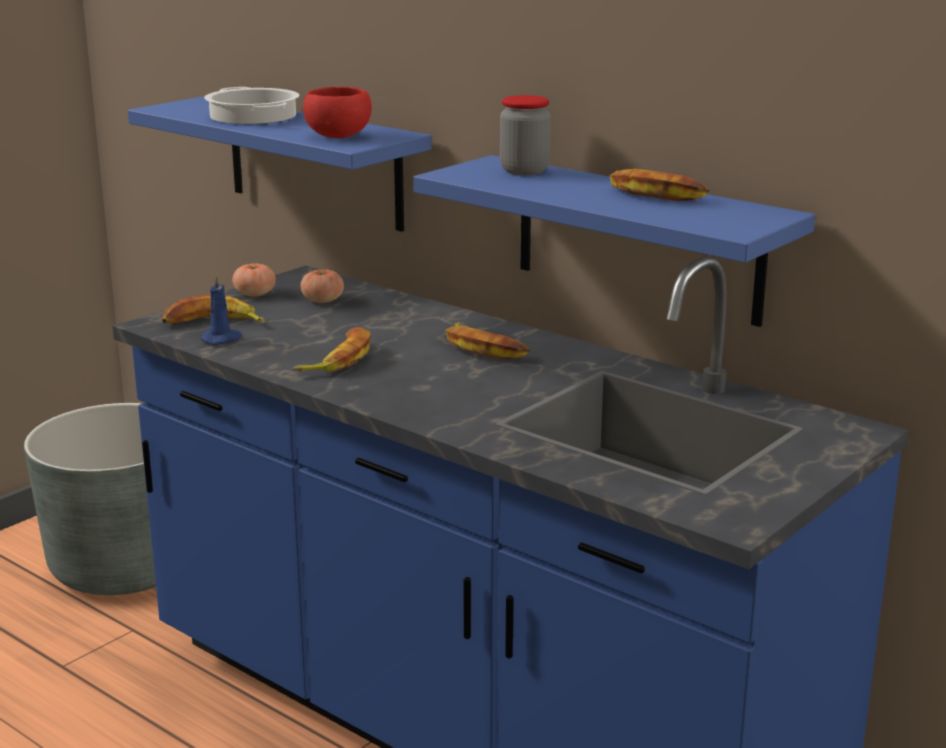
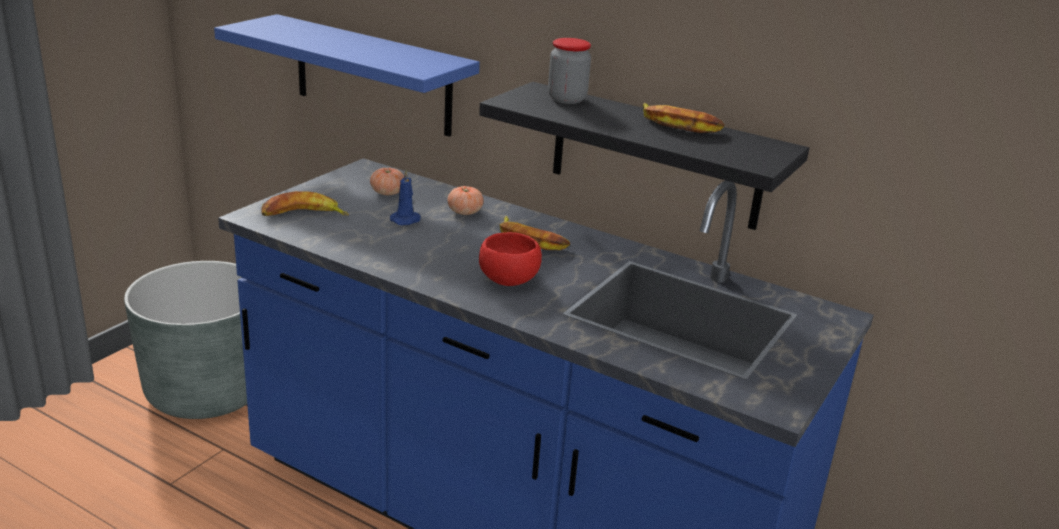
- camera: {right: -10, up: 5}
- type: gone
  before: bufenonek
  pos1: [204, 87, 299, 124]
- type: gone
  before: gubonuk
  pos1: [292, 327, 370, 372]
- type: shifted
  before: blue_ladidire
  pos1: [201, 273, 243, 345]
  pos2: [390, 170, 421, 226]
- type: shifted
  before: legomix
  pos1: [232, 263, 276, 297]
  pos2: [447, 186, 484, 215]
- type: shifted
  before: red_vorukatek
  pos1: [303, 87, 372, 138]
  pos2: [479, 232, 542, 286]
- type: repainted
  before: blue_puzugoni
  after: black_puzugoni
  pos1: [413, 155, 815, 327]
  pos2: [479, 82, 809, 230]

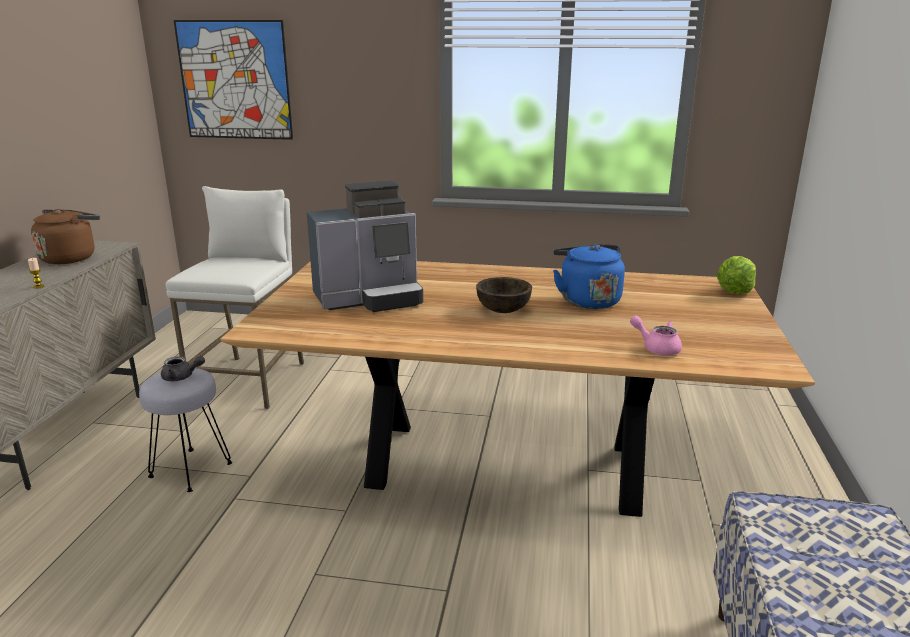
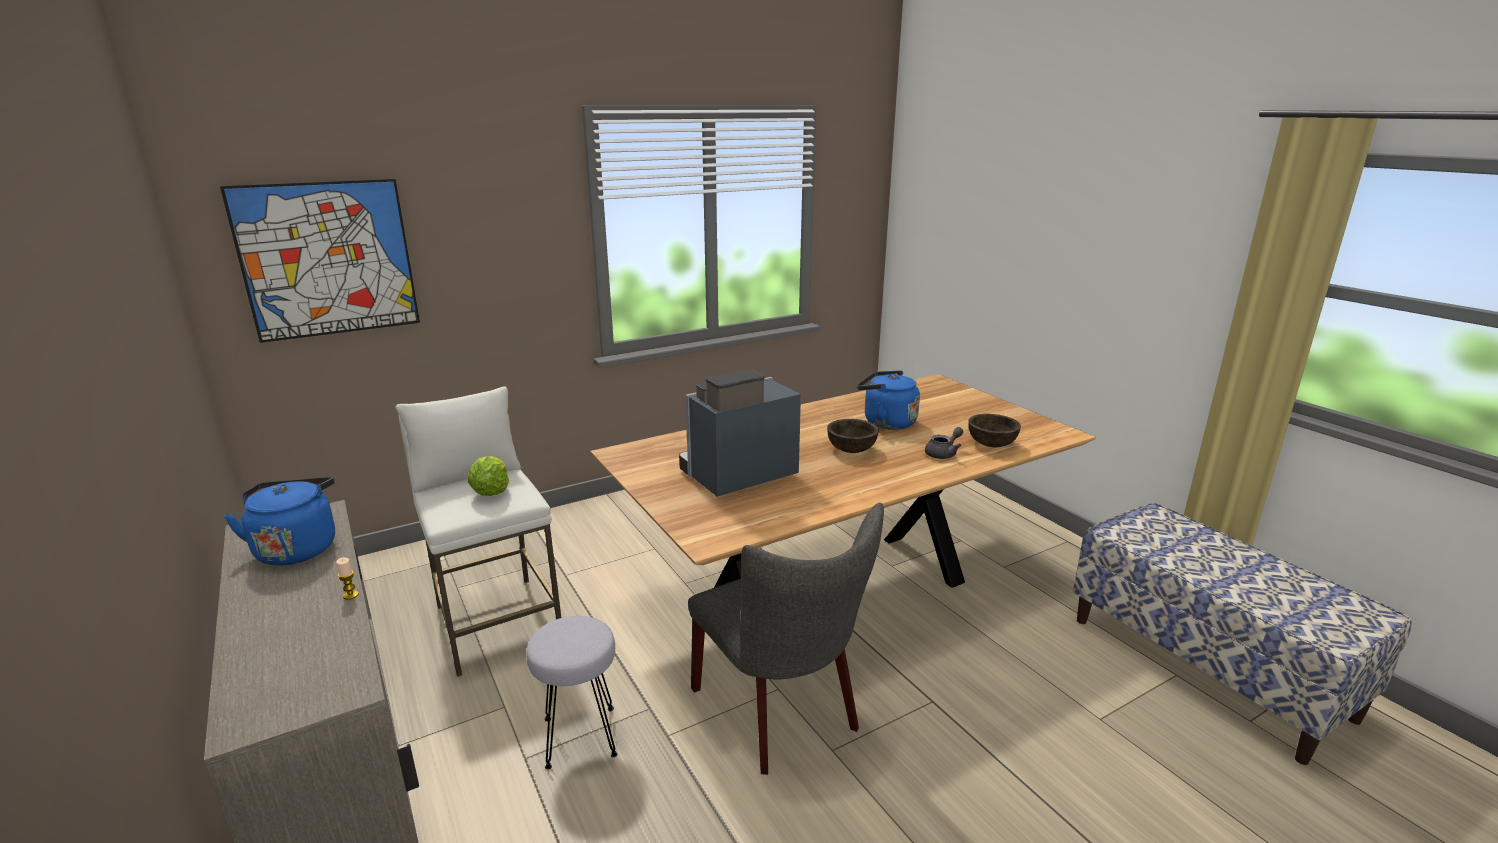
- camera: {right: -40, up: 0}
- type: new
  after: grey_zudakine
  pos2: [688, 503, 884, 775]
- type: shifted
  before: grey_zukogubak
  pos1: [161, 356, 205, 381]
  pos2: [925, 427, 963, 459]
- type: shifted
  before: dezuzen
  pos1: [717, 256, 756, 294]
  pos2: [468, 456, 509, 496]
- type: swapped
  before: pink_zukogubak
  after: brown_vorukatek
  pos1: [630, 316, 682, 355]
  pos2: [968, 414, 1021, 447]
- type: repainted
  before: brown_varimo
  after: blue_varimo
  pos1: [31, 209, 100, 264]
  pos2: [224, 477, 335, 565]
- type: rotated
  before: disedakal
  pos1: [307, 180, 423, 312]
  pos2: [679, 369, 801, 497]
  turn: -150

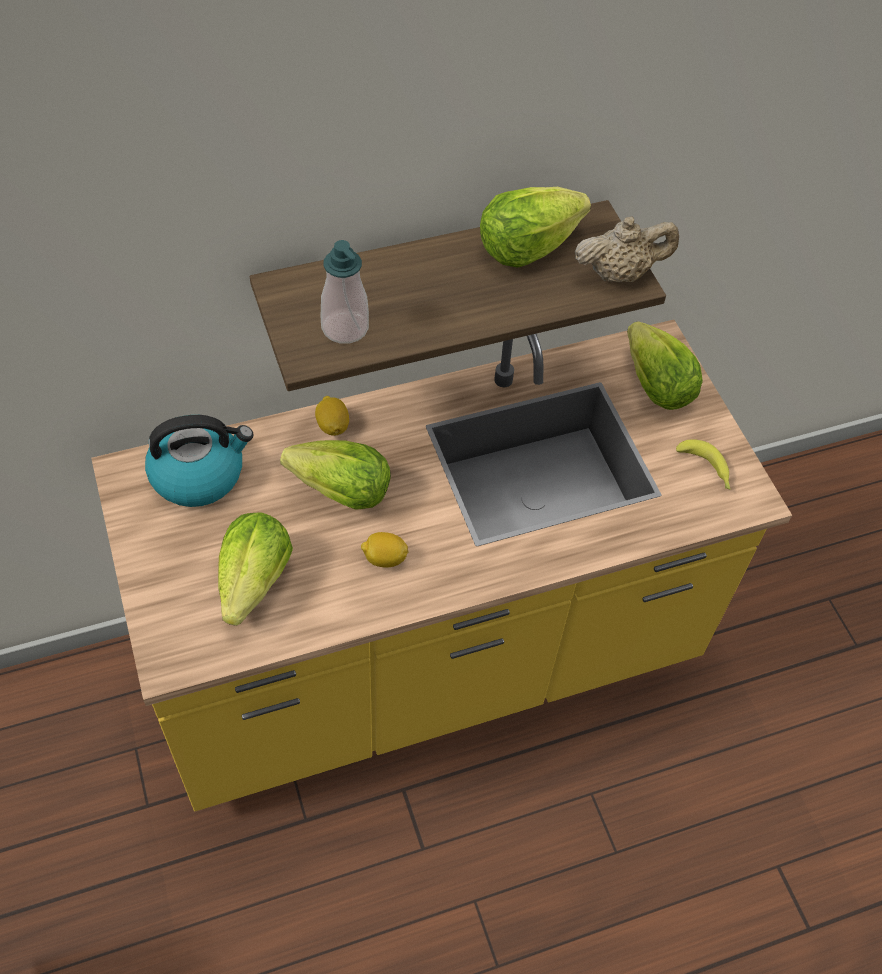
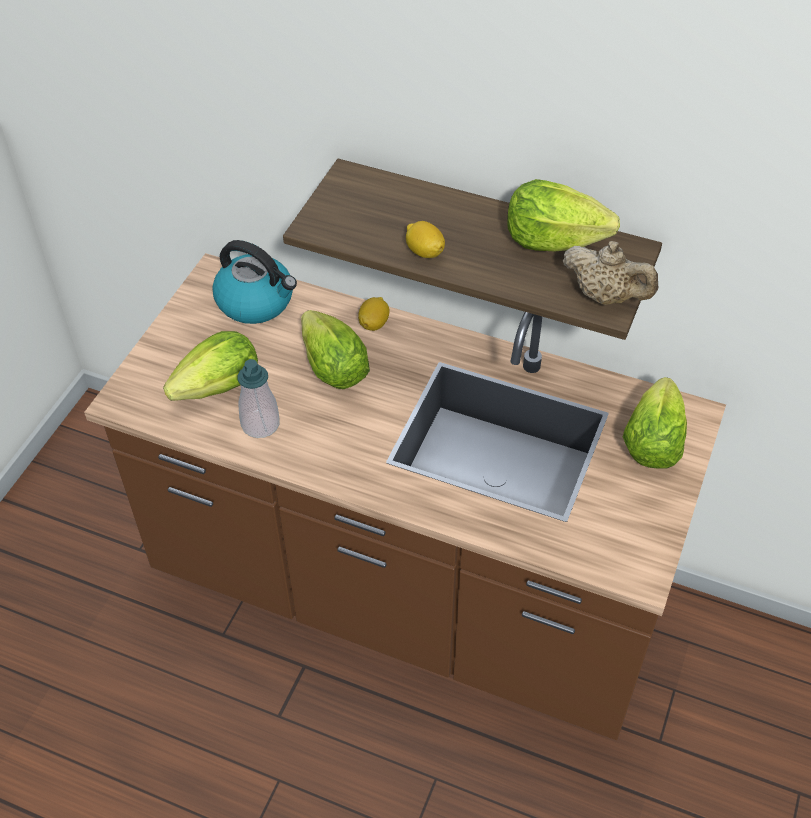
- camera: {right: 45, up: -5}
- type: gone
  before: gubonuk
  pos1: [676, 439, 731, 490]
- type: shifted
  before: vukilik
  pos1: [321, 240, 369, 344]
  pos2: [238, 359, 280, 438]
- type: shifted
  before: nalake
  pos1: [361, 532, 408, 568]
  pos2: [406, 221, 445, 258]
- type: repainted
  before: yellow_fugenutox
  after: brown_fugenutox
  pos1: [91, 320, 792, 811]
  pos2: [84, 253, 726, 740]

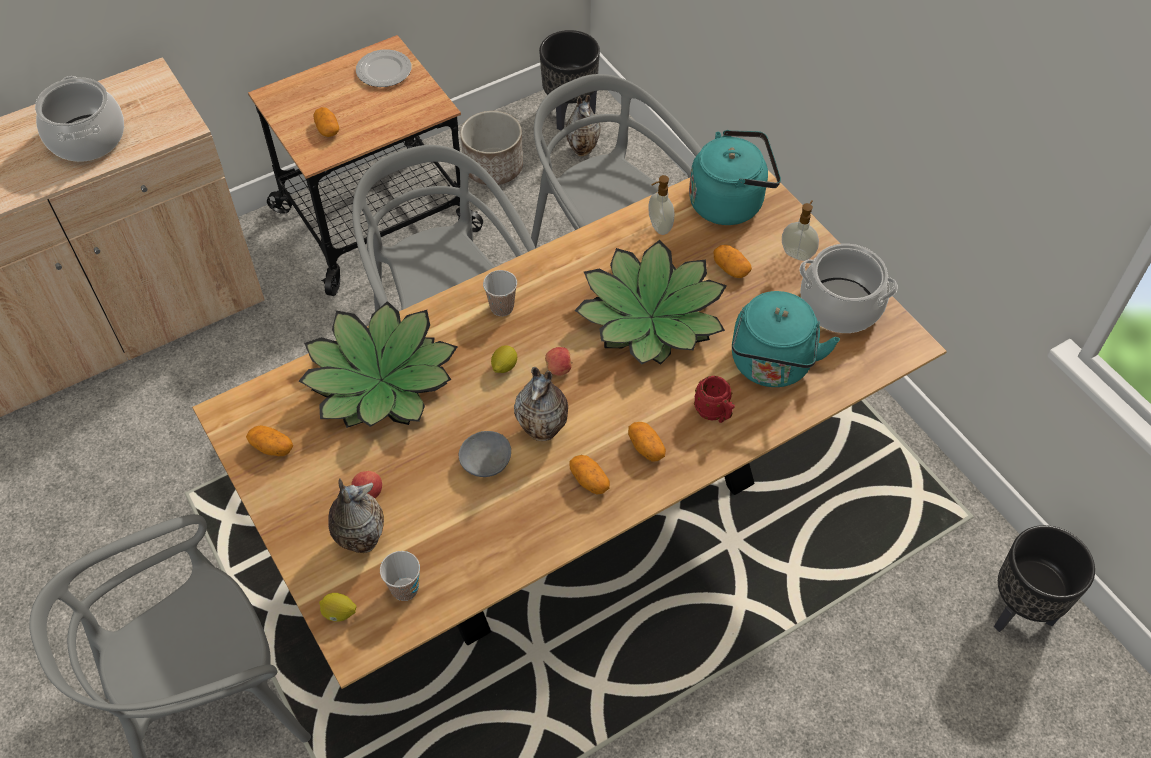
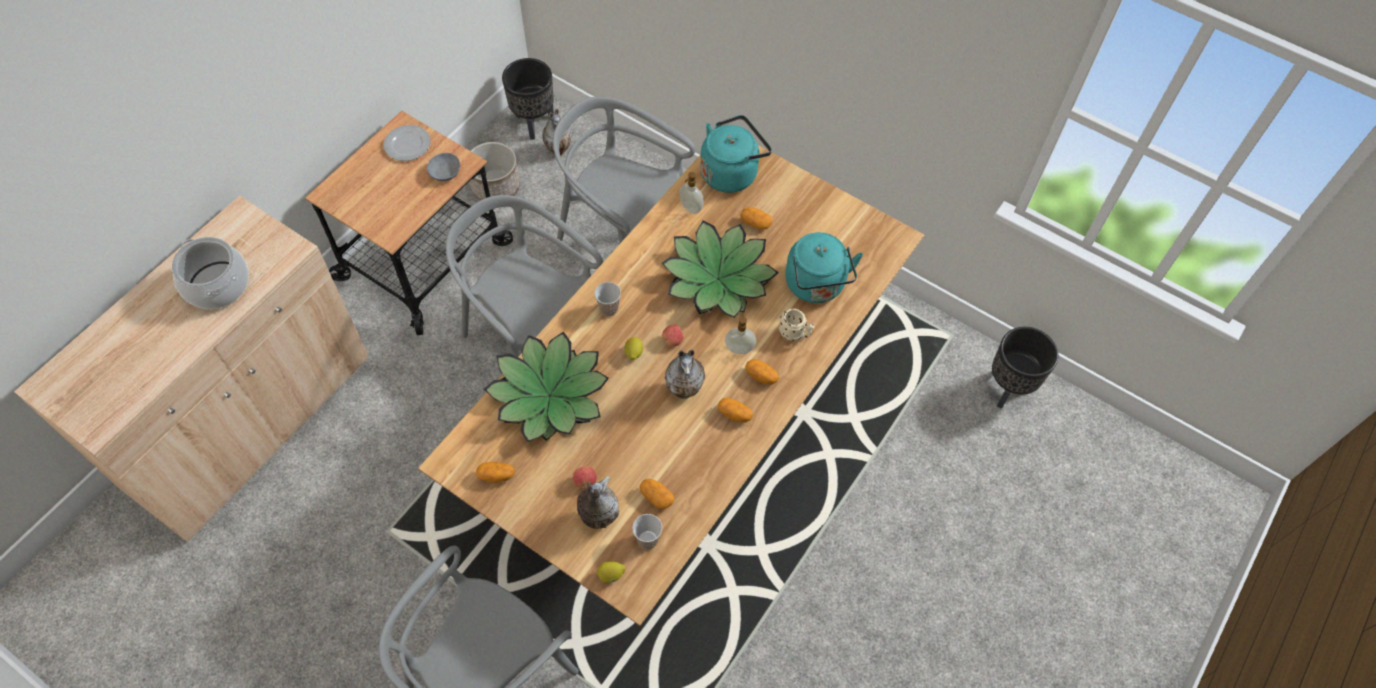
- camera: {right: -25, up: 5}
- type: gone
  before: bufenonek
  pos1: [799, 244, 898, 333]
- type: shifted
  before: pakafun
  pos1: [313, 107, 339, 137]
  pos2: [640, 479, 674, 509]
- type: shifted
  before: grey_vorukatek
  pos1: [459, 431, 511, 477]
  pos2: [427, 153, 460, 181]
- type: shifted
  before: vukilik
  pos1: [782, 201, 819, 261]
  pos2: [725, 312, 756, 354]
- type: repainted
  before: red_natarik
  after: beige_natarik
  pos1: [694, 376, 735, 423]
  pos2: [779, 309, 814, 341]

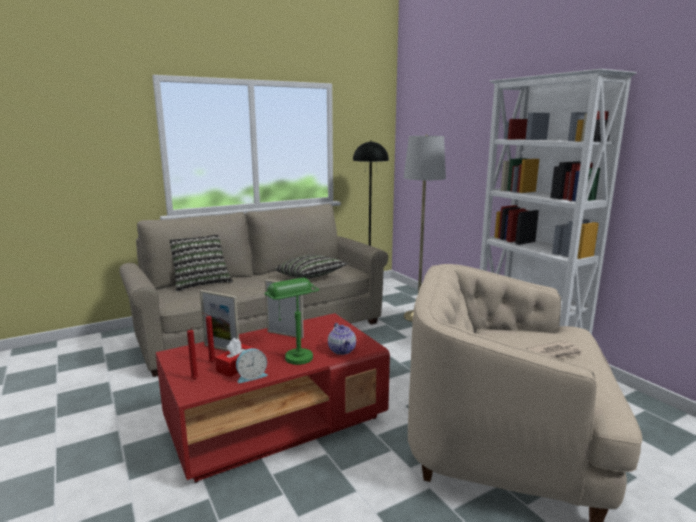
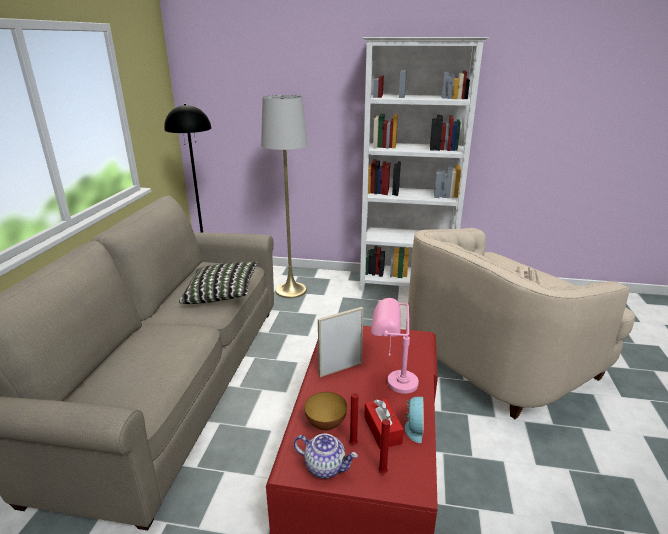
- camera: {right: -50, up: 10}
- type: gone
  before: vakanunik
  pos1: [169, 235, 233, 292]
- type: shifted
  before: zukogubak
  pos1: [328, 323, 356, 355]
  pos2: [294, 434, 358, 478]
- type: swapped
  before: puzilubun
  after: vorukatek
  pos1: [200, 290, 239, 351]
  pos2: [304, 392, 347, 430]
- type: repainted
  before: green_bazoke
  after: pink_bazoke
  pos1: [264, 278, 319, 365]
  pos2: [371, 298, 419, 394]

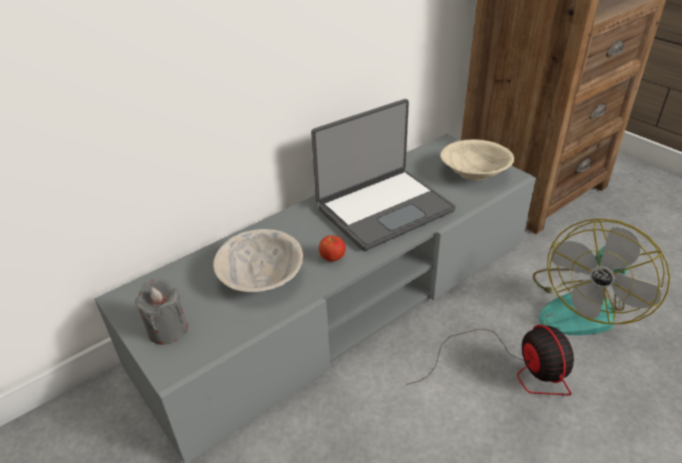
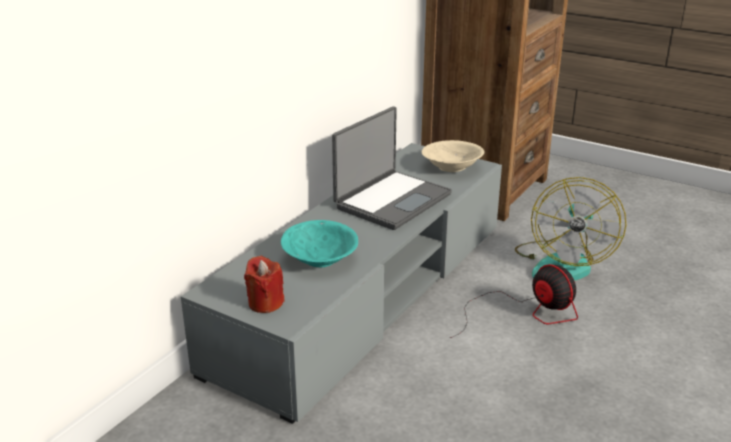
- camera: {right: -20, up: -10}
- type: gone
  before: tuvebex
  pos1: [319, 235, 346, 262]
- type: repainted
  before: grey_ladidire
  after: red_ladidire
  pos1: [135, 278, 188, 345]
  pos2: [244, 256, 285, 313]
- type: repainted
  before: beige_vorukatek
  after: turquoise_vorukatek
  pos1: [213, 229, 303, 292]
  pos2: [281, 220, 358, 268]

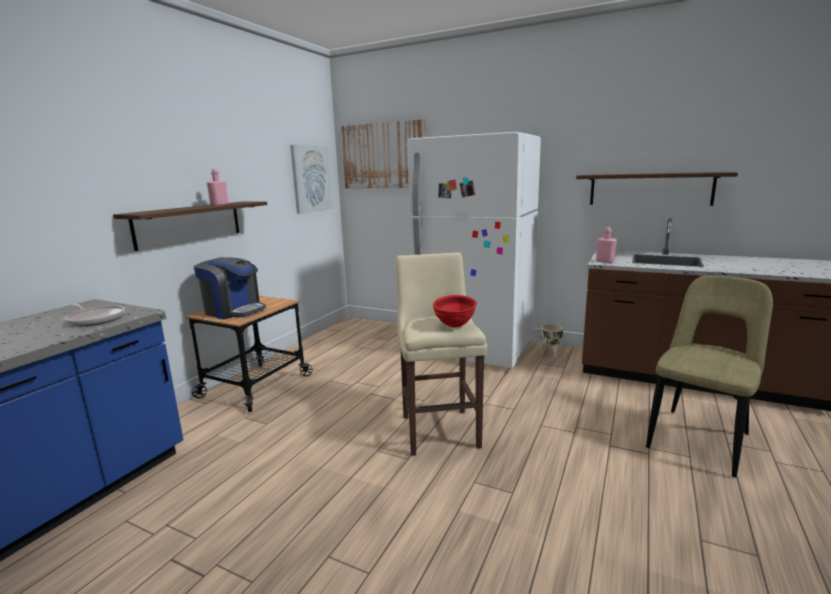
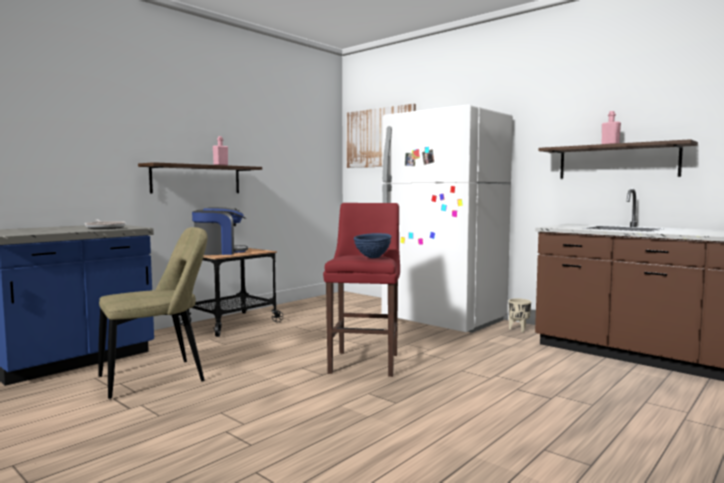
- camera: {right: 15, up: -10}
- type: gone
  before: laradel
  pos1: [290, 145, 333, 214]
- type: shifted
  before: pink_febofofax
  pos1: [596, 227, 617, 263]
  pos2: [601, 111, 621, 144]
- type: shifted
  before: beige_zudakine
  pos1: [646, 275, 773, 477]
  pos2: [98, 227, 207, 399]
- type: repainted
  before: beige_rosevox
  after: red_rosevox
  pos1: [396, 252, 487, 456]
  pos2: [323, 203, 400, 377]
- type: repainted
  before: red_vorukatek
  after: blue_vorukatek
  pos1: [433, 295, 477, 328]
  pos2: [354, 233, 392, 258]
- type: rotated
  before: disedakal
  pos1: [193, 257, 266, 319]
  pos2: [192, 207, 248, 255]
  turn: -60

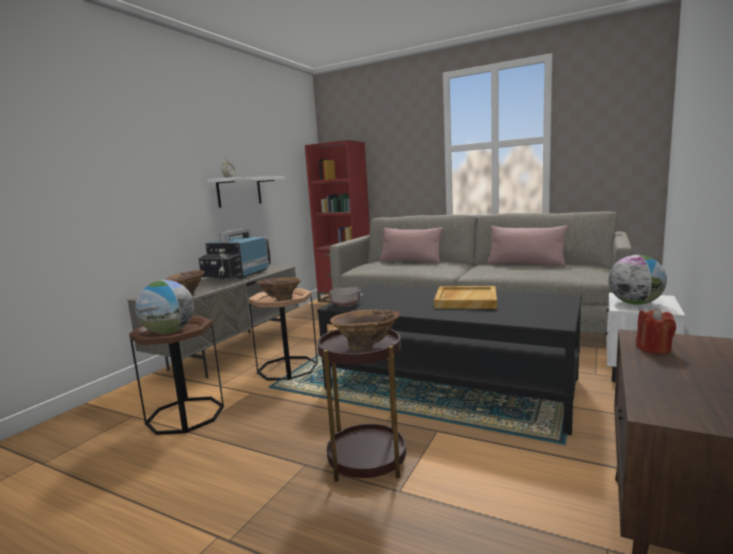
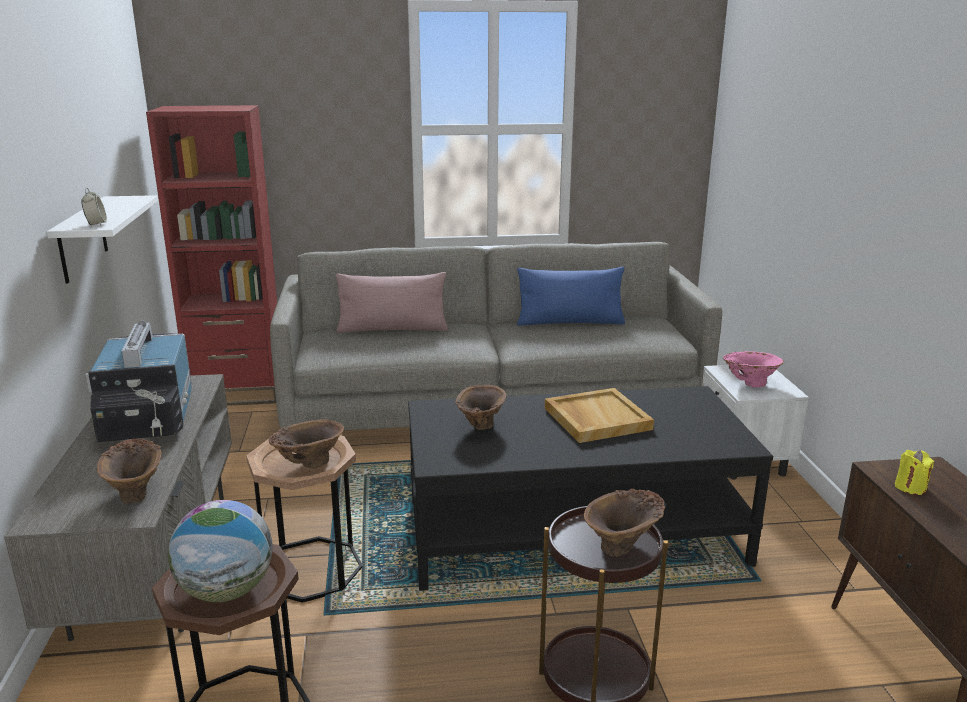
- camera: {right: -35, up: 10}
- type: gone
  before: grey_vorukatek
  pos1: [329, 286, 363, 306]
- type: new
  after: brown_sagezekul
  pos2: [455, 385, 507, 430]
- type: swapped
  before: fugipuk
  after: pink_sagezekul
  pos1: [609, 255, 667, 305]
  pos2: [723, 351, 784, 388]
- type: repainted
  before: pink_vakanunik
  after: blue_vakanunik
  pos1: [487, 225, 568, 267]
  pos2: [517, 267, 625, 326]
- type: repainted
  before: red_ladidire
  after: yellow_ladidire
  pos1: [636, 308, 676, 354]
  pos2: [895, 450, 934, 495]

